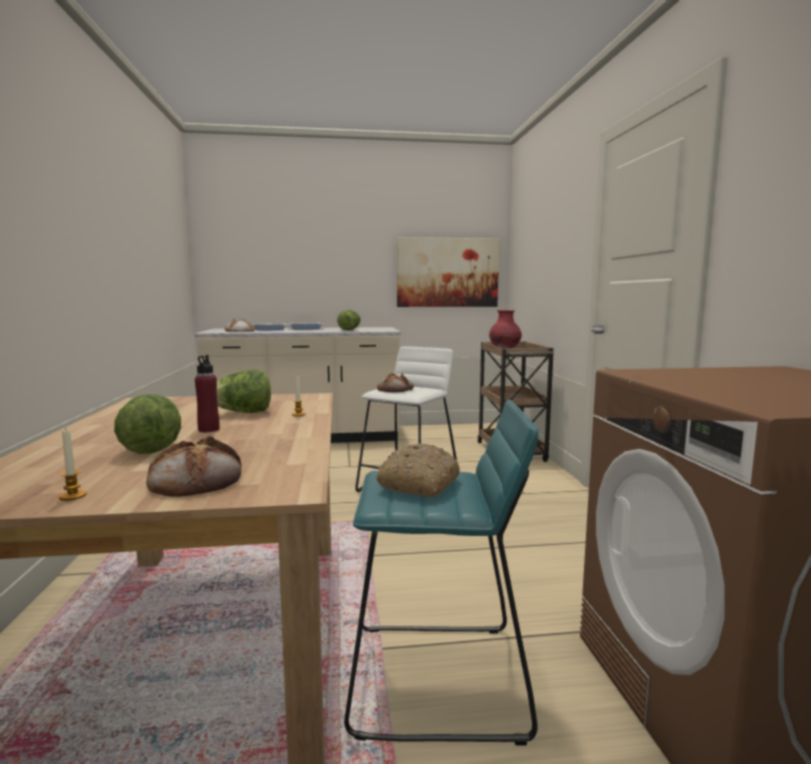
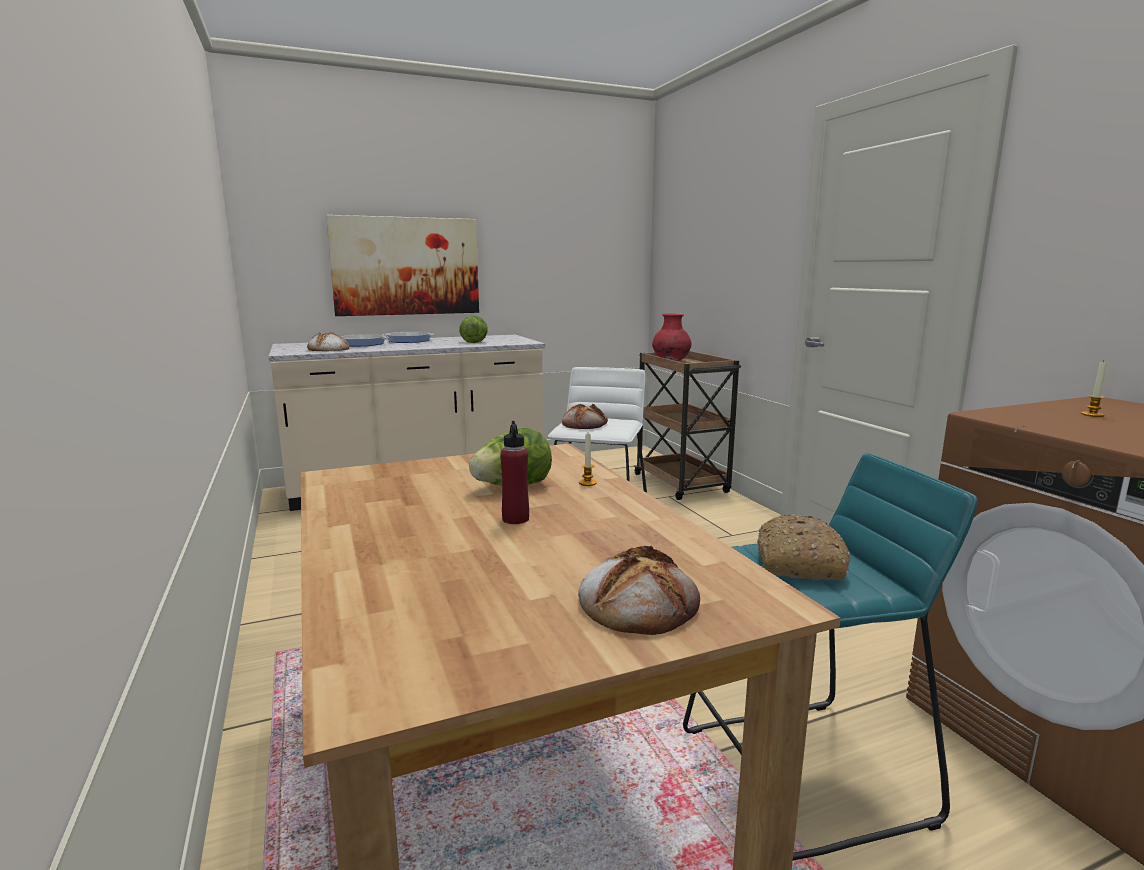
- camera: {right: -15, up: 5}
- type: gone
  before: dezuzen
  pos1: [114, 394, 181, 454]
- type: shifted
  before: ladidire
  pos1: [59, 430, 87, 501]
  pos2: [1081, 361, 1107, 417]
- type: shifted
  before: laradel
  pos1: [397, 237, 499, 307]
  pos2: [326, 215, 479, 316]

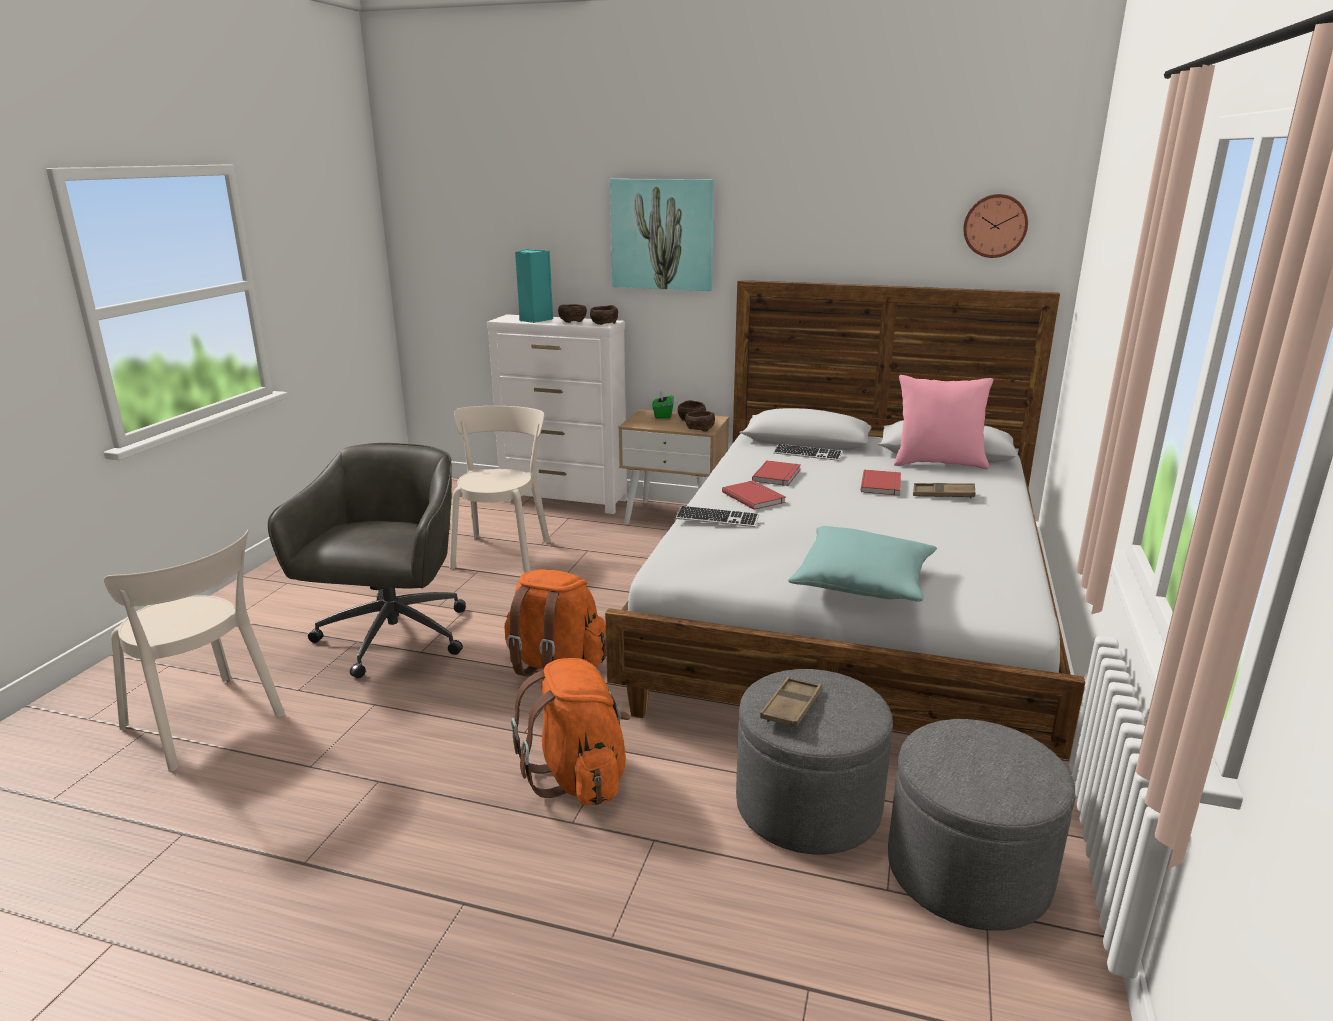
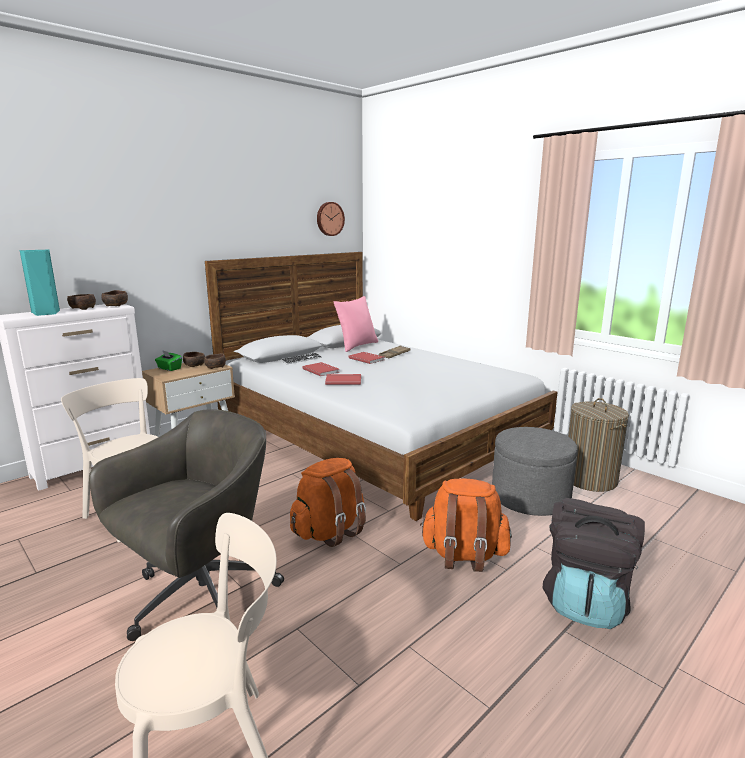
- camera: {right: -60, up: -5}
- type: gone
  before: laradel
  pos1: [610, 179, 714, 291]
- type: gone
  before: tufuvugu
  pos1: [675, 506, 759, 527]
- type: gone
  before: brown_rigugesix
  pos1: [760, 677, 822, 728]
- type: gone
  before: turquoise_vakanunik
  pos1: [788, 526, 937, 602]
- type: new
  after: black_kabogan
  pos2: [543, 498, 645, 629]
- type: swapped
  before: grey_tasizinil
  after: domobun
  pos1: [888, 719, 1075, 931]
  pos2: [568, 398, 629, 492]
- type: rotated
  before: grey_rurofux
  pos1: [268, 443, 466, 679]
  pos2: [89, 410, 284, 641]
  turn: 90

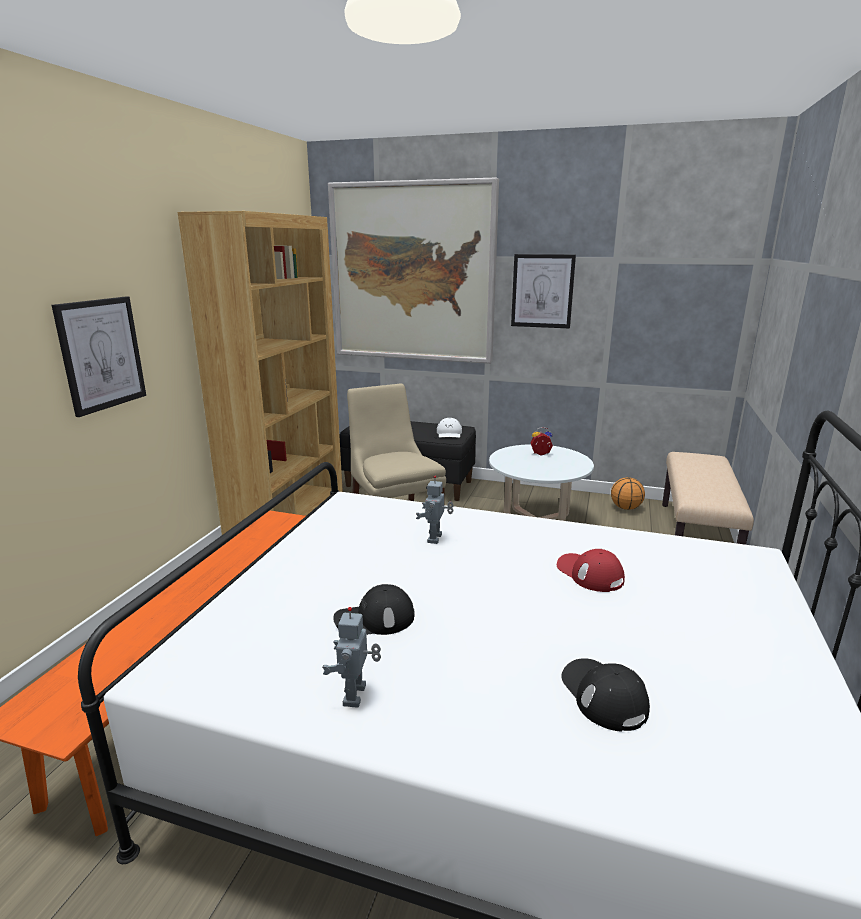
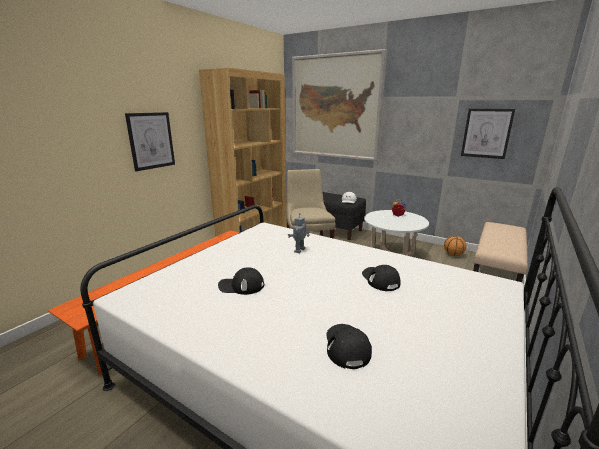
- camera: {right: 15, up: 0}
- type: gone
  before: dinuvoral
  pos1: [322, 607, 381, 708]
- type: shifted
  before: laradel
  pos1: [511, 254, 576, 329]
  pos2: [461, 108, 515, 159]
- type: repainted
  before: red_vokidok
  after: black_vokidok
  pos1: [557, 549, 625, 592]
  pos2: [362, 265, 401, 291]

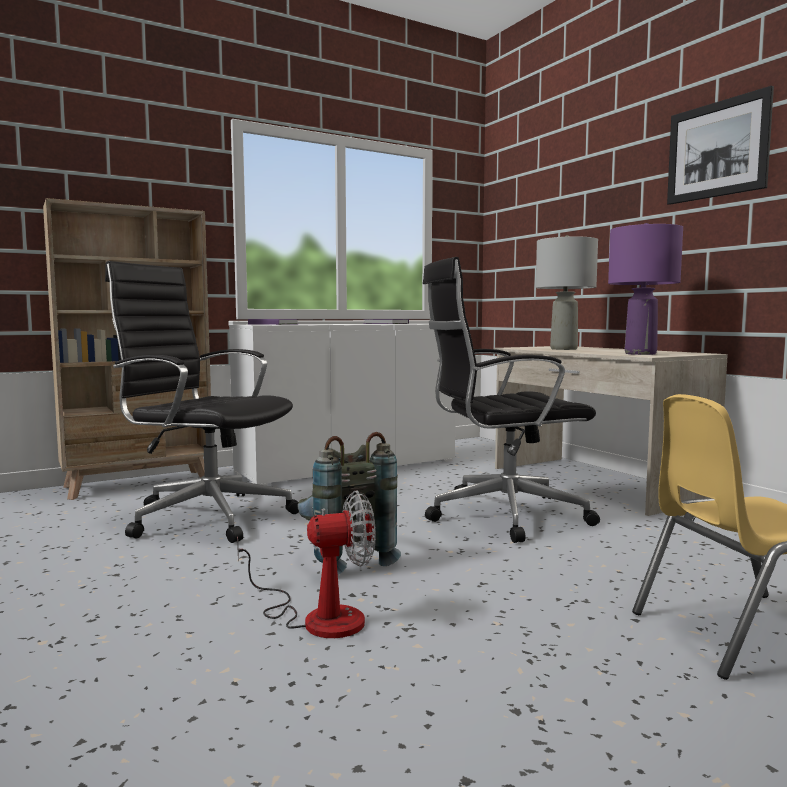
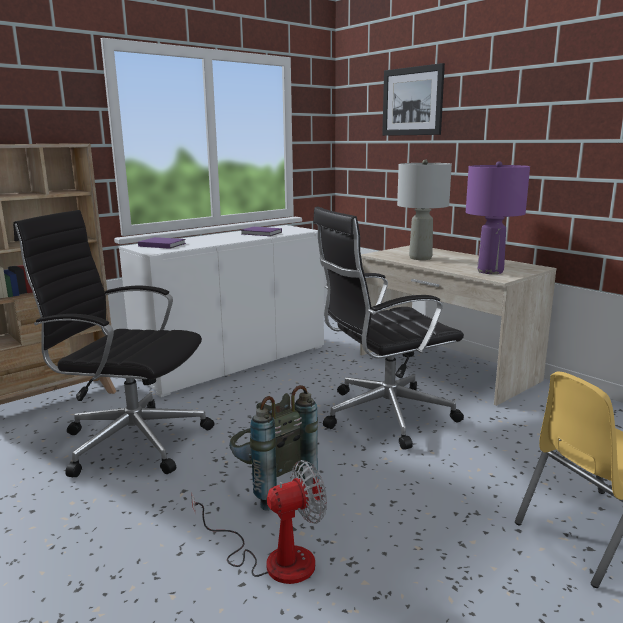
- camera: {right: -10, up: 10}
- type: shifted
  before: laradel
  pos1: [667, 86, 774, 205]
  pos2: [382, 63, 445, 136]

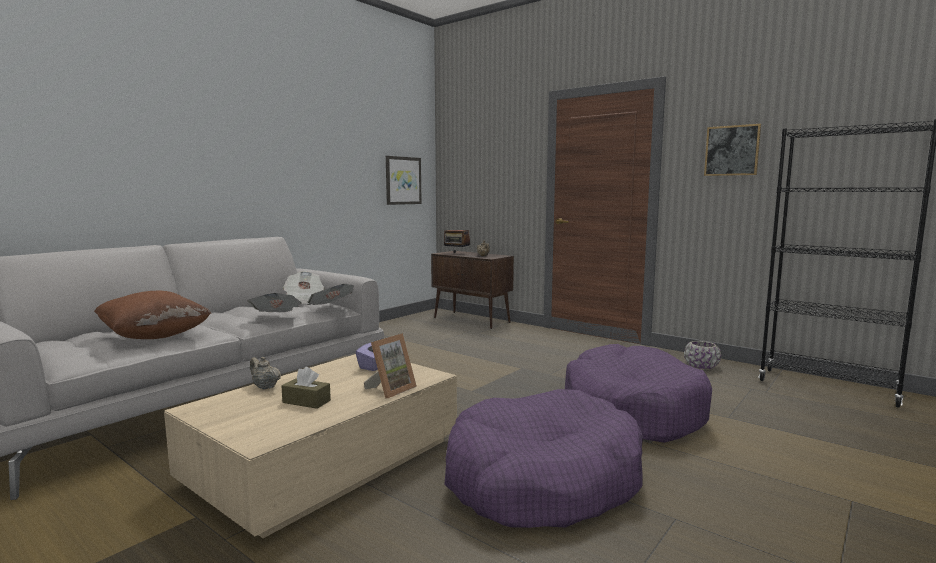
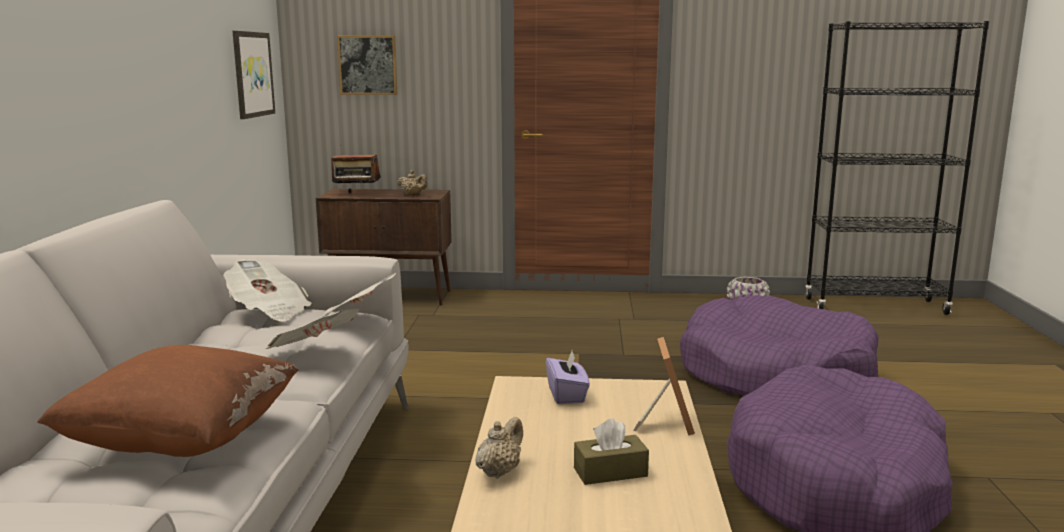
- camera: {right: -35, up: 5}
- type: shifted
  before: laradel
  pos1: [704, 124, 761, 176]
  pos2: [337, 35, 397, 95]
- type: rotated
  before: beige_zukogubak
  pos1: [250, 356, 281, 390]
  pos2: [476, 417, 523, 478]
  turn: 120

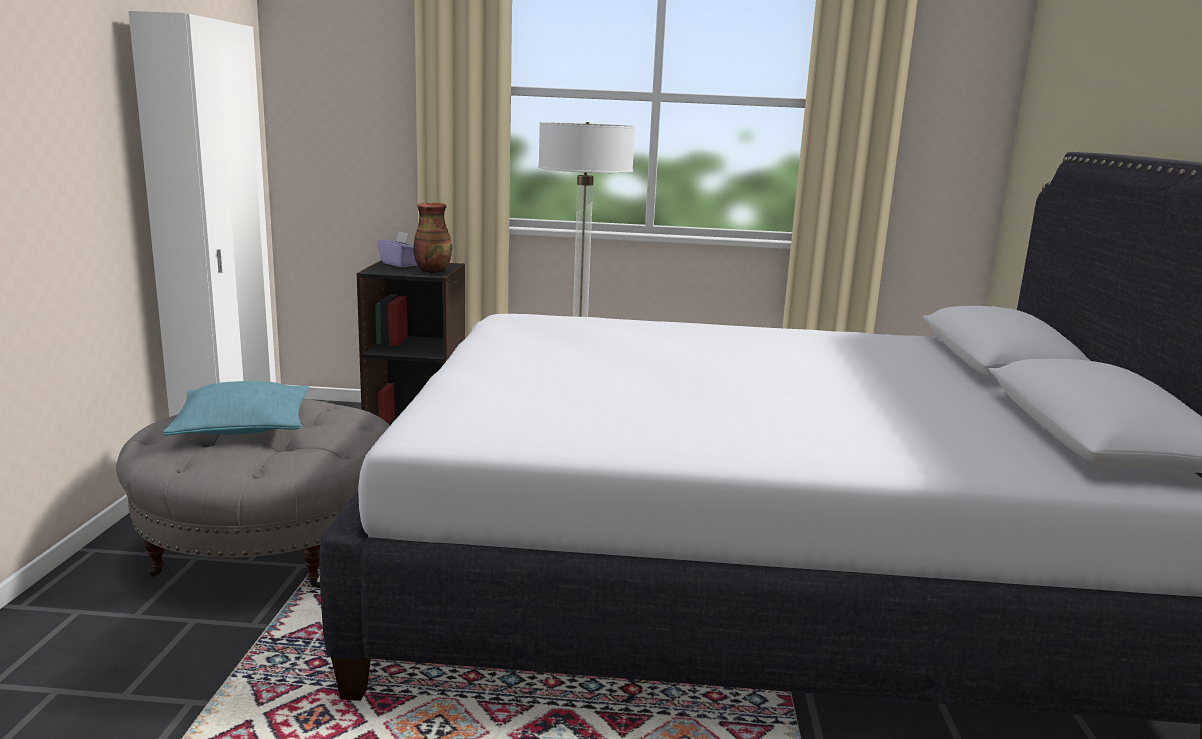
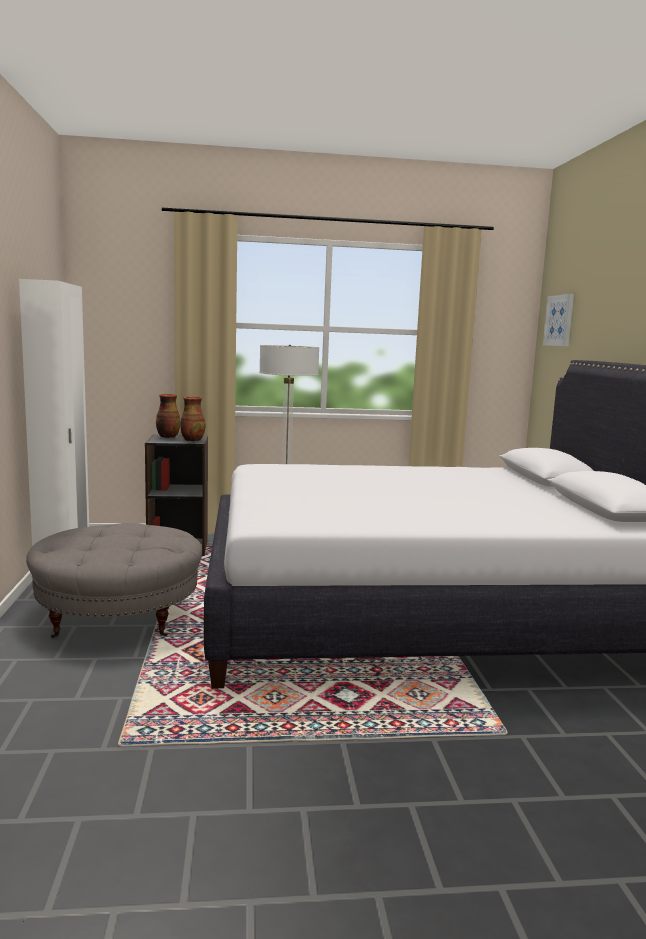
- camera: {right: -10, up: -5}
- type: gone
  before: turquoise_vakanunik
  pos1: [162, 381, 309, 436]
- type: new
  after: laradel
  pos2: [543, 294, 574, 346]
- type: swapped
  before: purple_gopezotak
  after: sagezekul
  pos1: [378, 231, 417, 267]
  pos2: [156, 394, 181, 438]

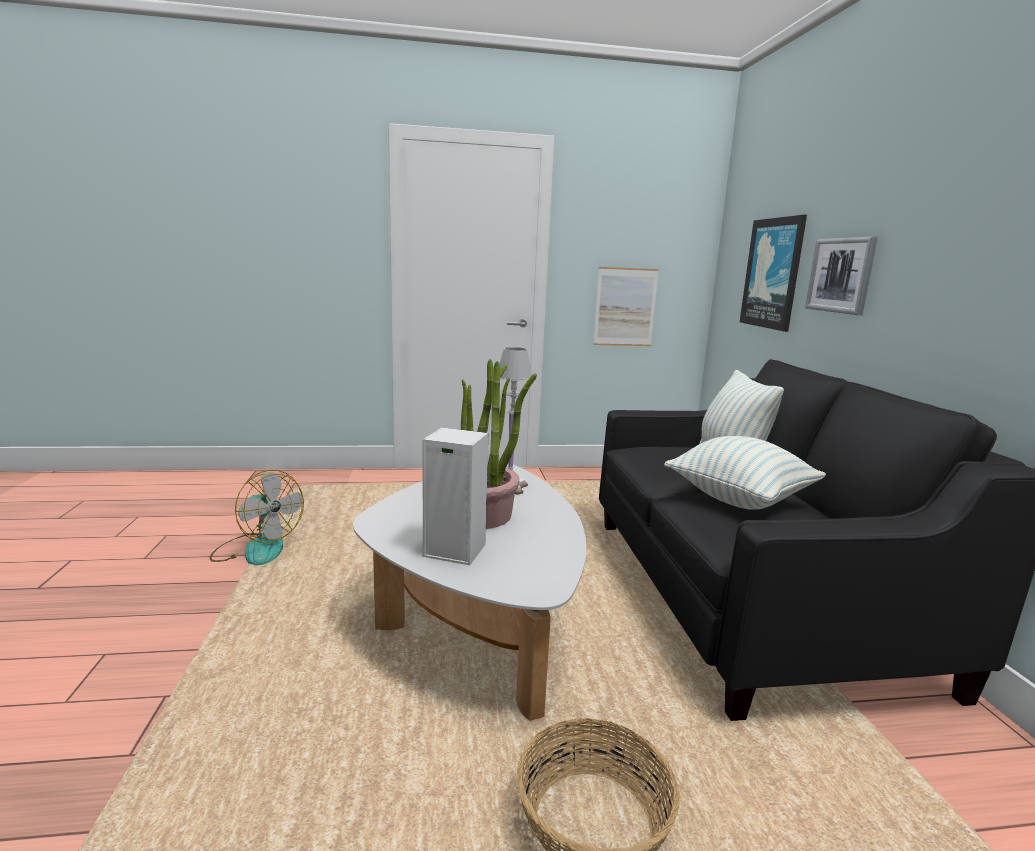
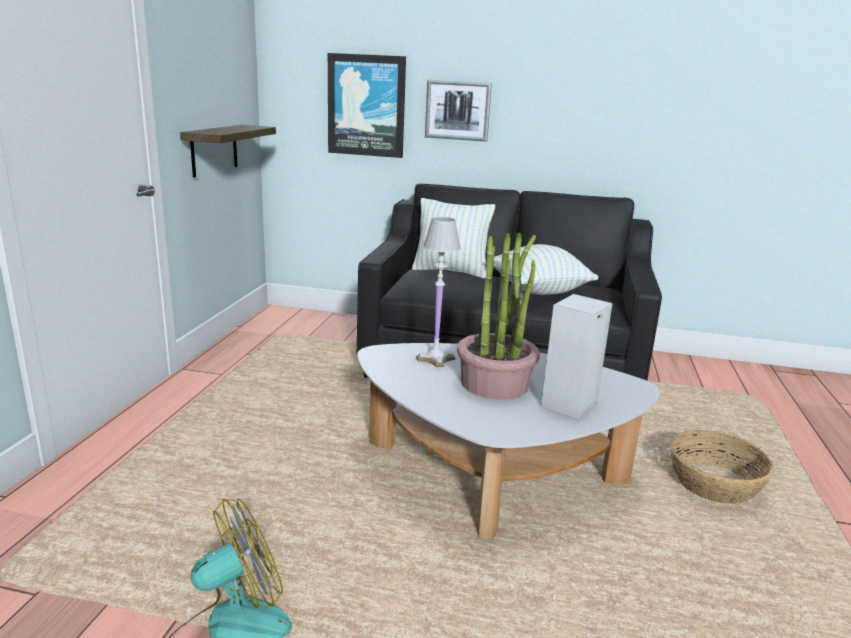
- camera: {right: -70, up: 5}
- type: swapped
  before: laradel
  after: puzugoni
  pos1: [593, 267, 659, 346]
  pos2: [180, 125, 276, 178]

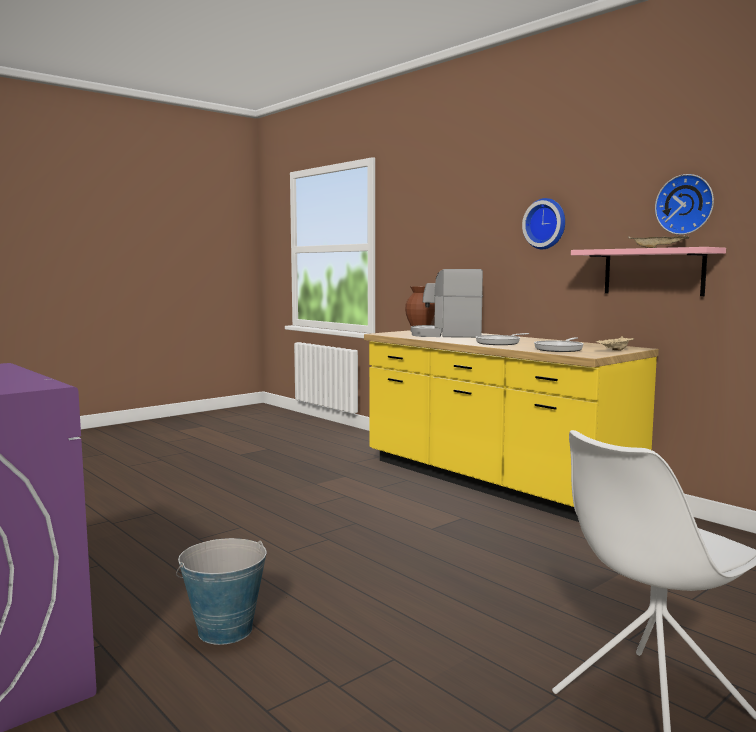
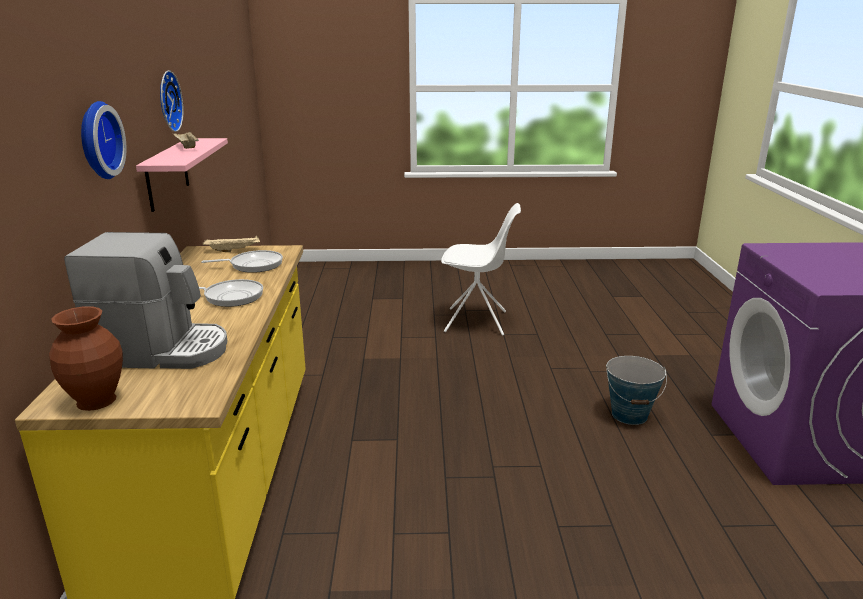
- camera: {right: -140, up: 15}
- type: rotated
  before: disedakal
  pos1: [411, 269, 483, 338]
  pos2: [64, 232, 227, 369]
  turn: -45

